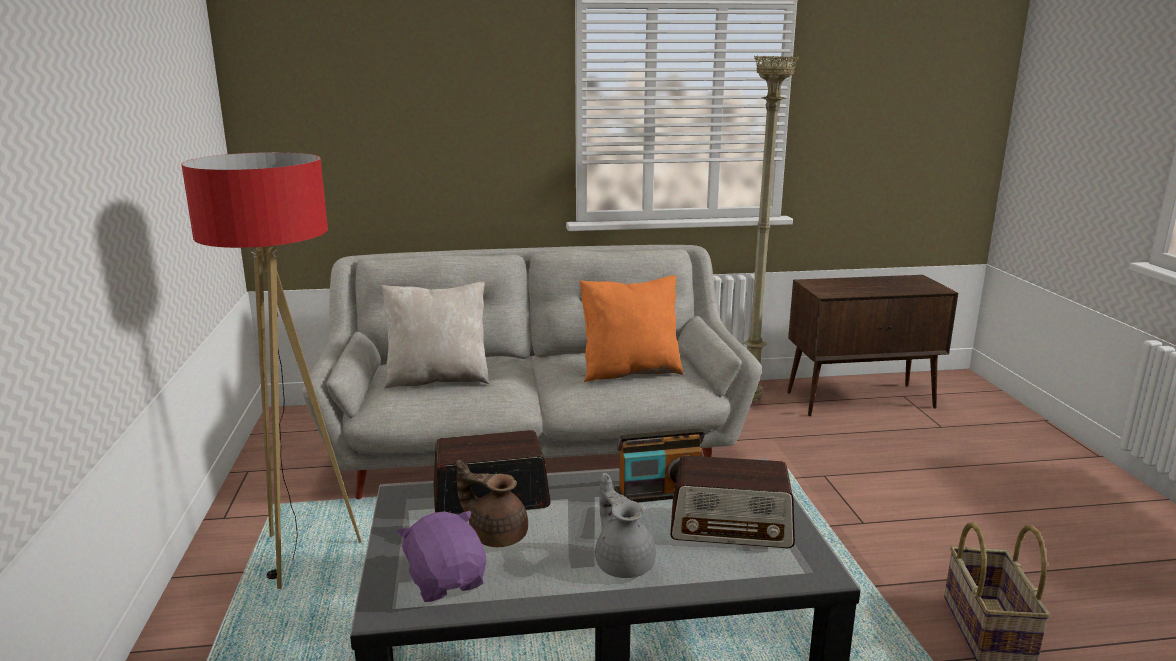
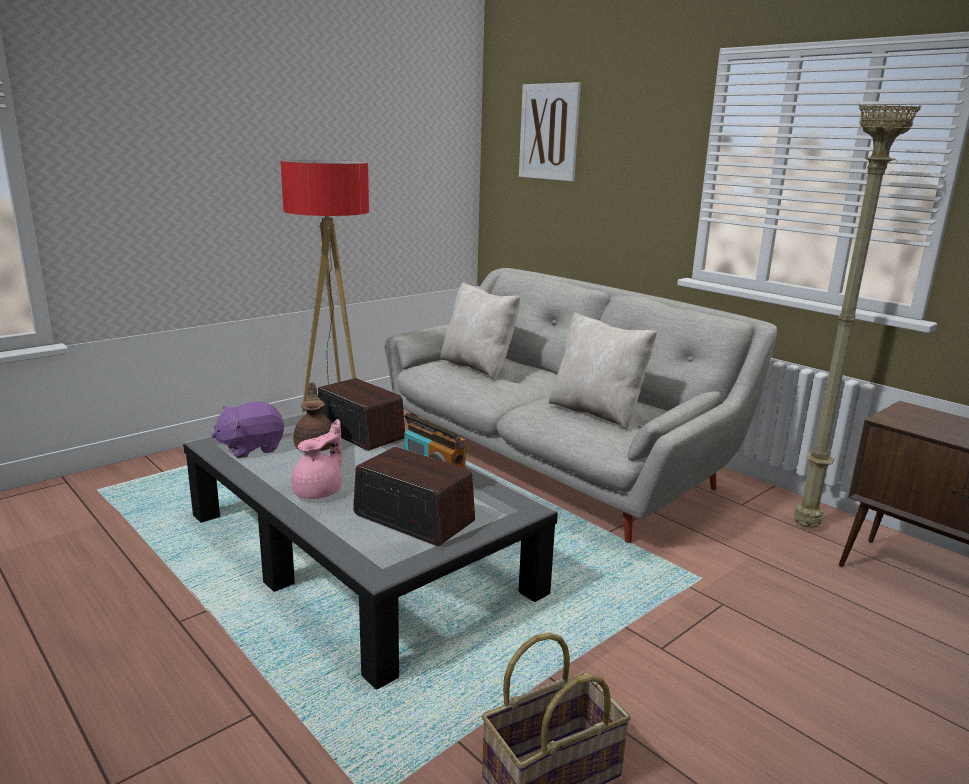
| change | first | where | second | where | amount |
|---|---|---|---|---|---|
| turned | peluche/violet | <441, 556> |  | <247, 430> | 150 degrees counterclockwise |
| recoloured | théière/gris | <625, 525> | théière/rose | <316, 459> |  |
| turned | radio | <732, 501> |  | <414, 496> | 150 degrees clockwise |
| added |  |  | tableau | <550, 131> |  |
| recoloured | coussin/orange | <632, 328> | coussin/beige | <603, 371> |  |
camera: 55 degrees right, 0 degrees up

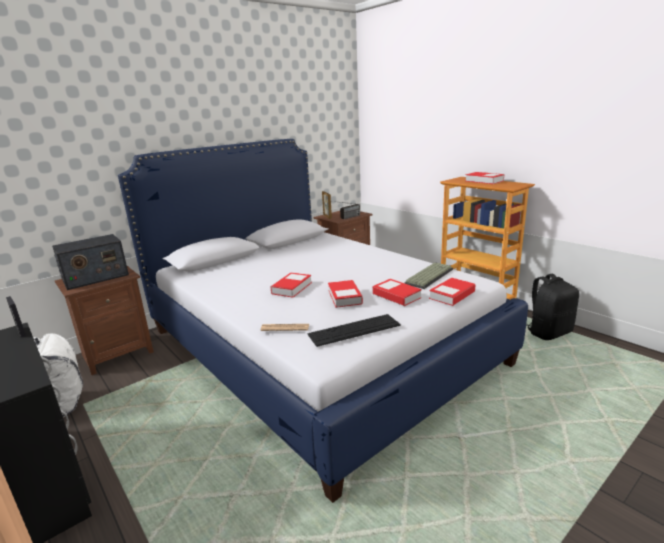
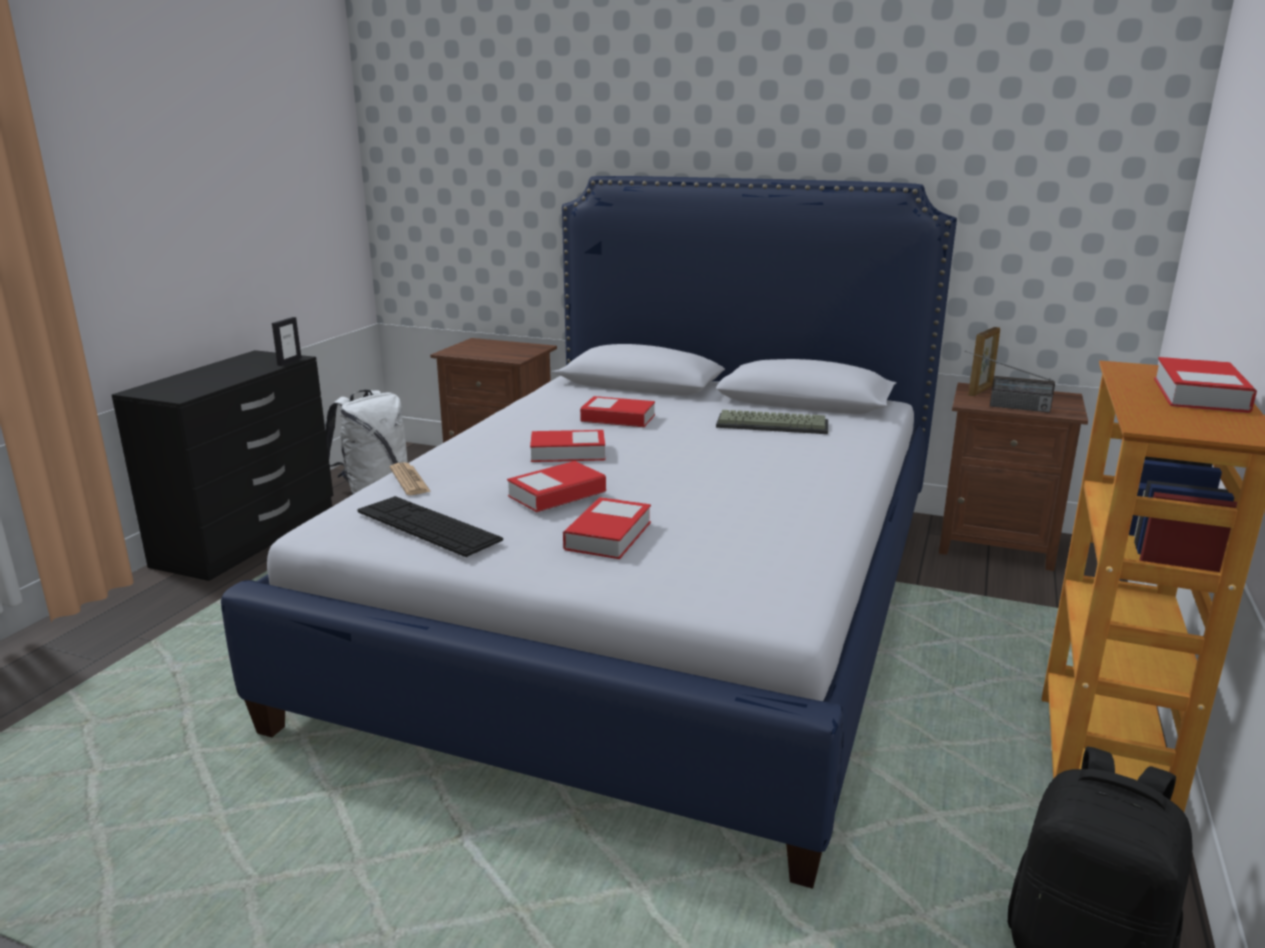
| change | first | where | second | where | amount |
|---|---|---|---|---|---|
| moved | livre | <452, 292> |  | <617, 411> |  |
| moved | clavier | <428, 275> |  | <772, 422> |  |
| removed | radio | <90, 262> |  |  |  |
camera: 60 degrees right, 0 degrees up

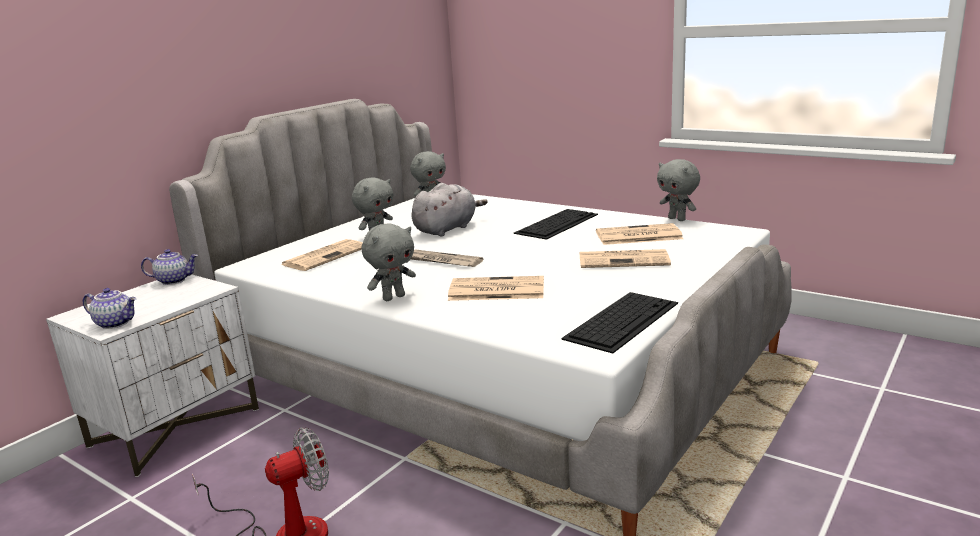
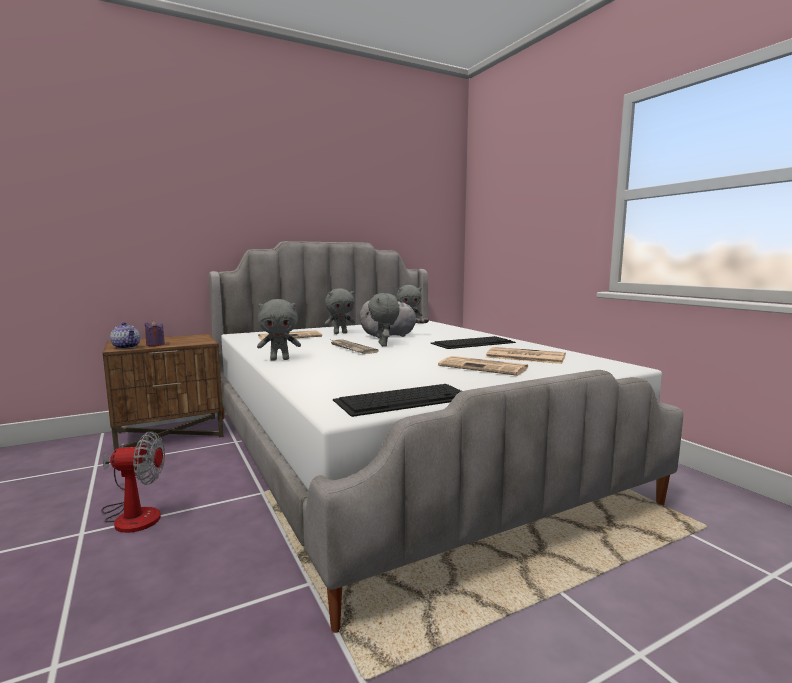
| change | first | where | second | where | amount |
|---|---|---|---|---|---|
| recoloured | table de chevet/blanc | <152, 376> | table de chevet/marron | <163, 392> |  |
| added |  |  | bougie/violet | <155, 333> |  |
| moved | peluche/gris | <678, 190> |  | <384, 319> |  |
| removed | théière | <169, 267> |  |  |  |
| removed | journal | <496, 288> |  |  |  |
camera: 25 degrees right, 10 degrees down

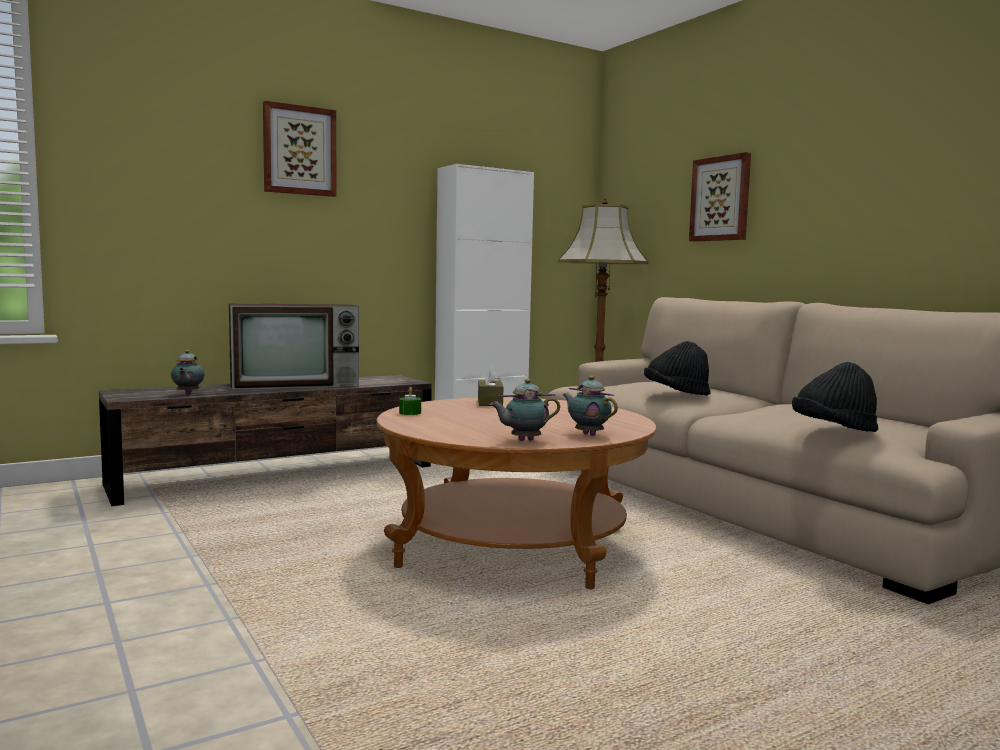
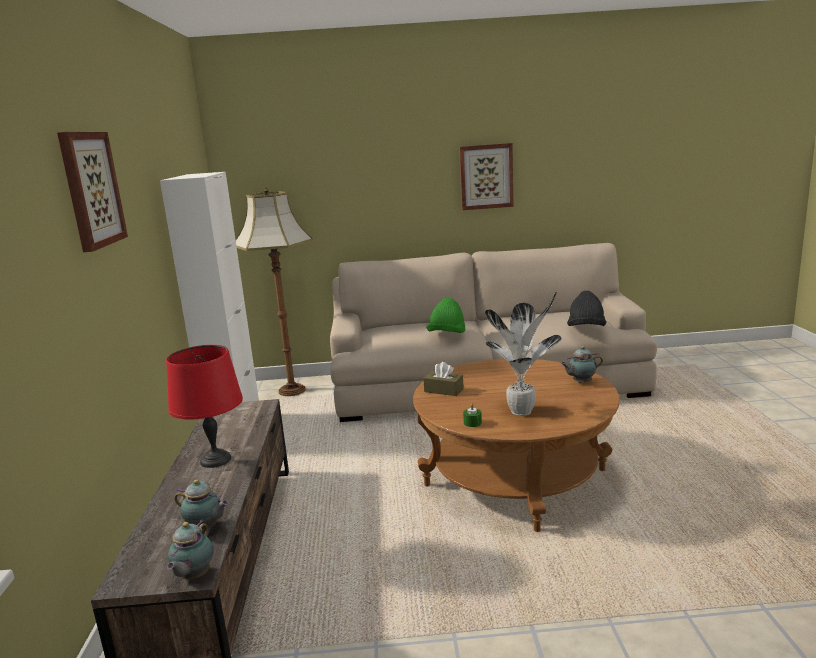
| change | first | where | second | where | amount |
|---|---|---|---|---|---|
| replaced | téléviseur | <294, 346> | lampe de table/rouge | <204, 406> |  |
| moved | théière | <525, 410> |  | <190, 549> |  |
| recoloured | chapeau/noir | <677, 368> | chapeau/vert | <445, 315> |  |
| moved | tableau | <720, 197> |  | <486, 176> |  |
| added |  |  | plante en pot | <523, 353> |  |
camera: 60 degrees left, 10 degrees up

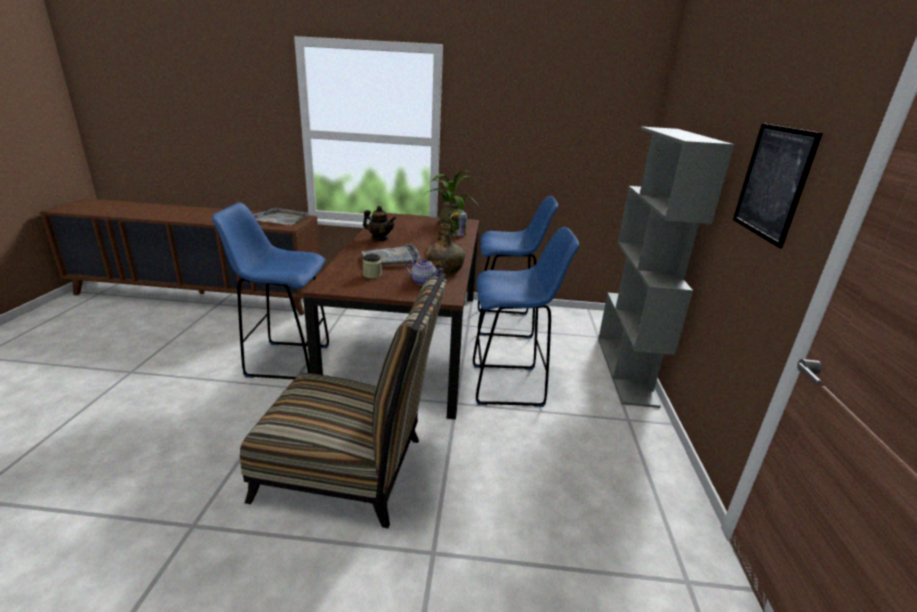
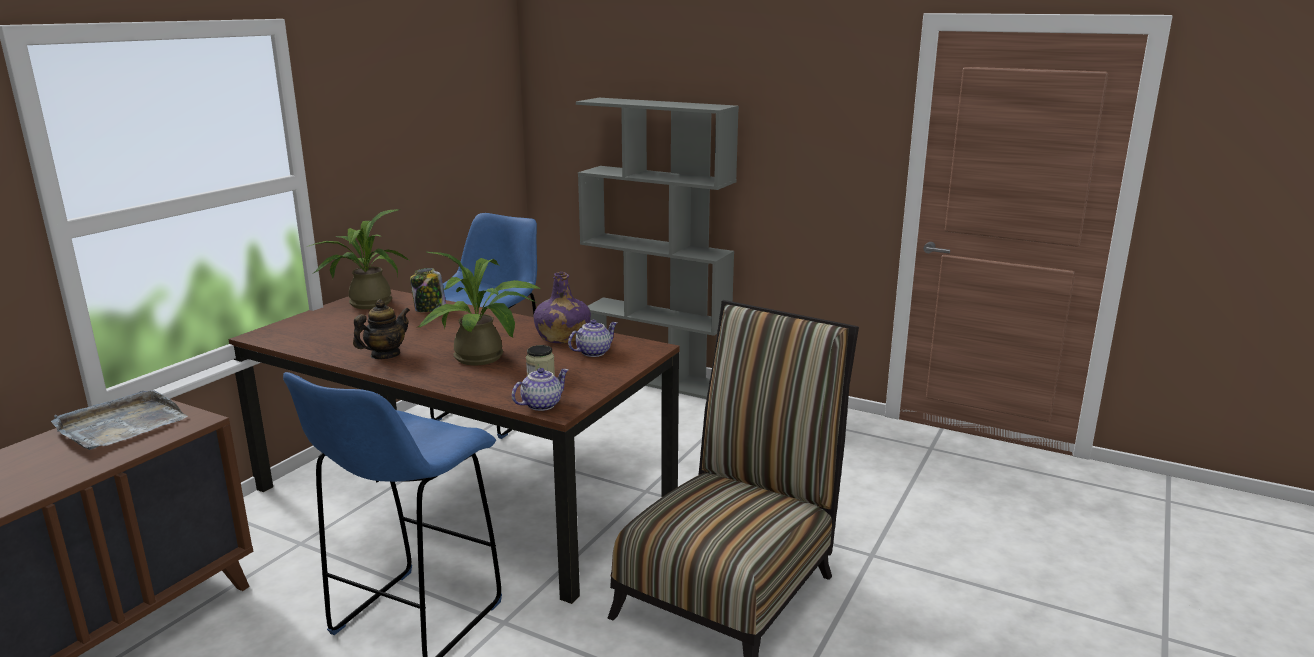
| change | first | where | second | where | amount |
|---|---|---|---|---|---|
| replaced | plateau/gris | <391, 255> | plante en pot | <479, 308> |  |
| added |  |  | théière | <540, 389> |  |
| recoloured | bouteille/vert | <444, 249> | bouteille/violet | <562, 307> |  |
| removed | tabouret/bleu | <526, 317> |  |  |  |
| removed | tableau | <778, 185> |  |  |  |
camera: 65 degrees left, 5 degrees down

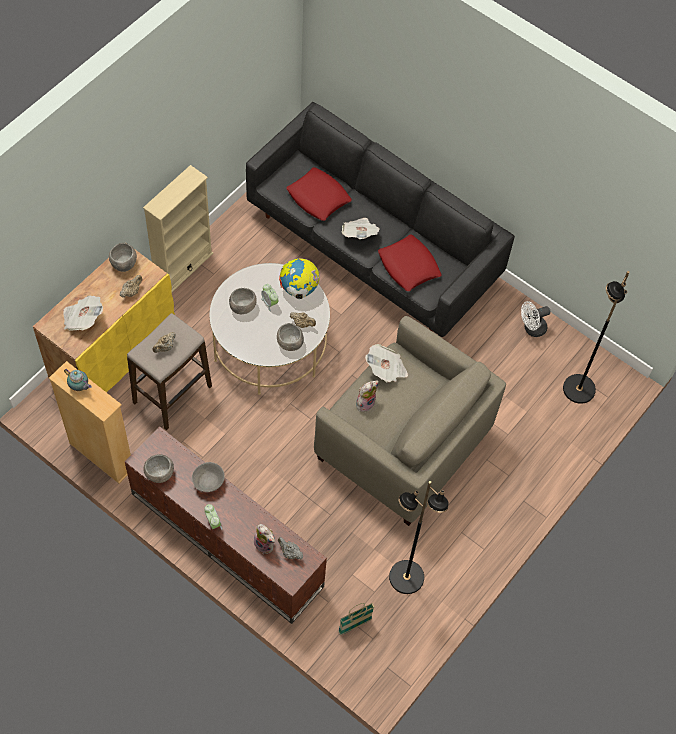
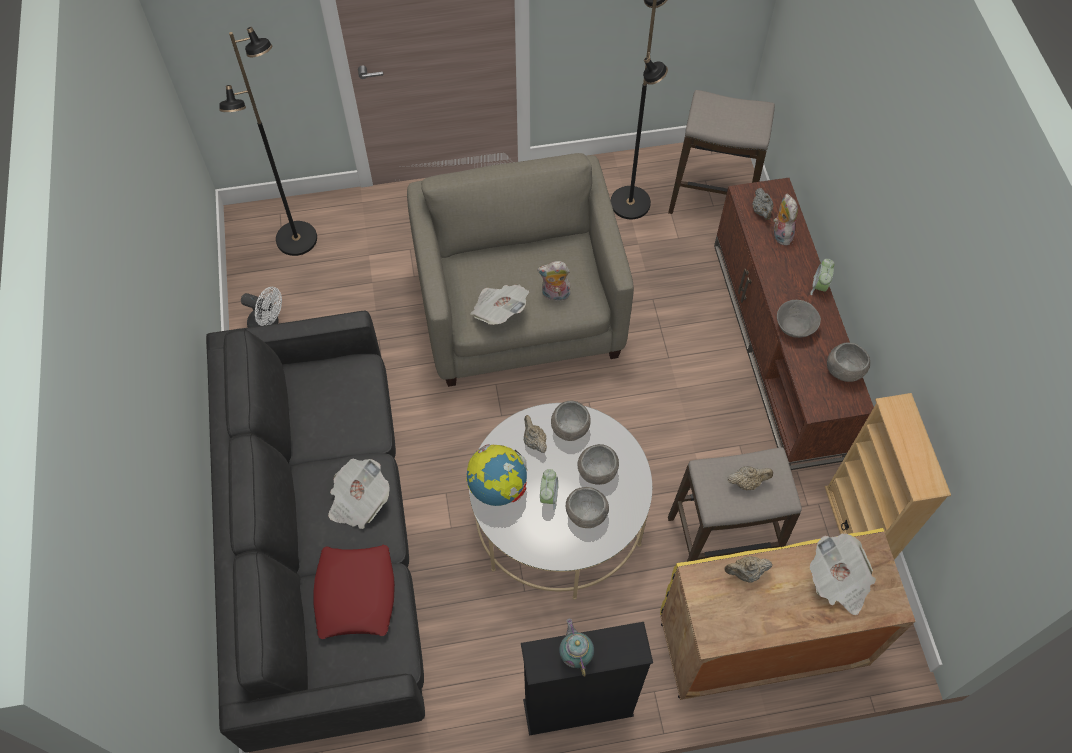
| change | first | where | second | where | amount |
|---|---|---|---|---|---|
| recoloured | bibliothèque/beige | <178, 229> | bibliothèque/noir | <587, 679> |  |
| moved | théière | <78, 380> |  | <576, 648> |  |
| moved | bol/gris | <123, 257> |  | <598, 464> |  |
| replaced | panier | <356, 619> | tabouret | <721, 152> |  |
| removed | coussin/rouge | <409, 262> |  |  |  |
camera: 135 degrees left, 0 degrees up

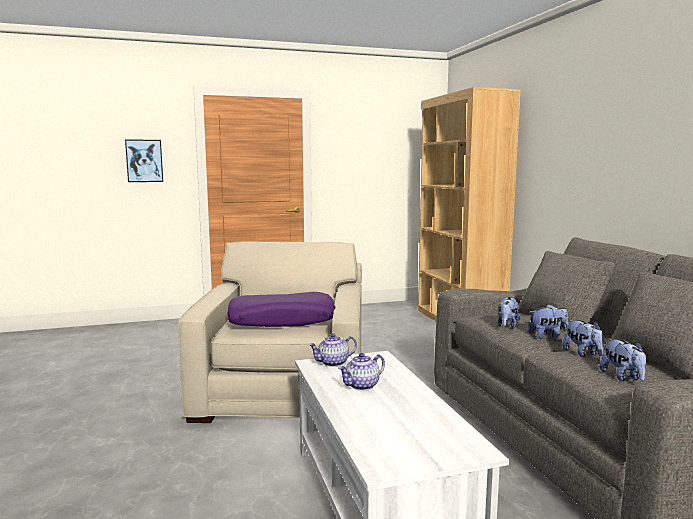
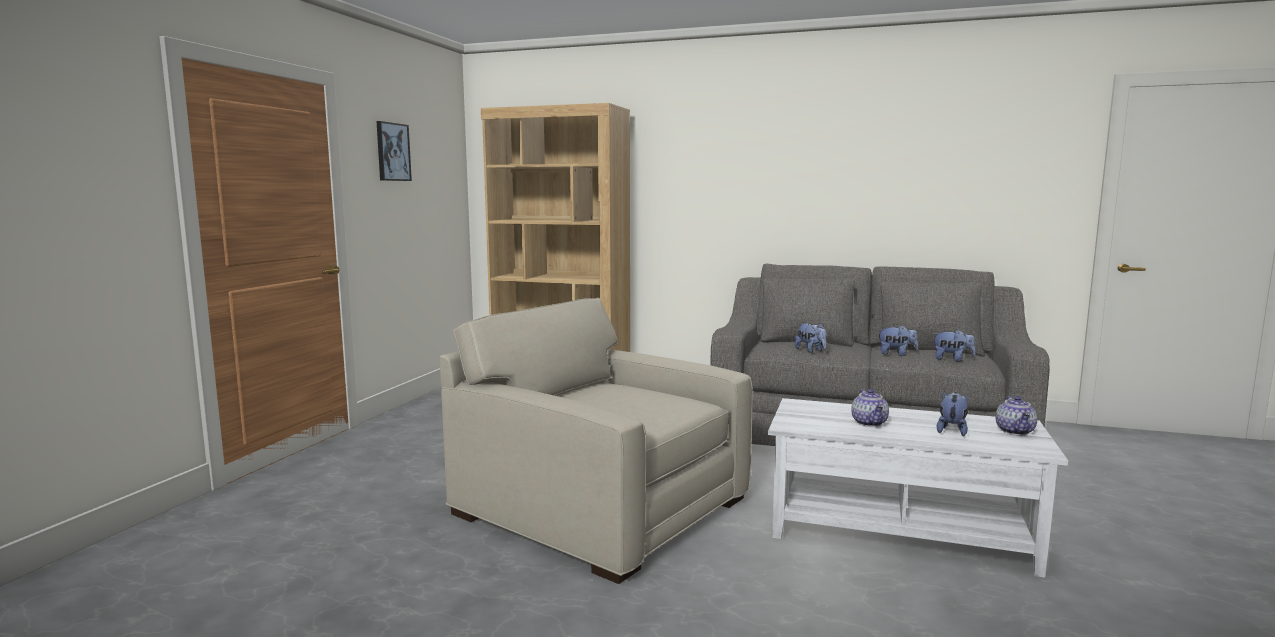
| change | first | where | second | where | amount |
|---|---|---|---|---|---|
| moved | tableau | <144, 160> |  | <394, 151> |  |
| moved | peluche | <548, 321> |  | <952, 413> |  |
| moved | théière | <333, 350> |  | <1016, 415> |  |
| removed | coussin/violet | <281, 309> |  |  |  |
camera: 55 degrees left, 0 degrees up

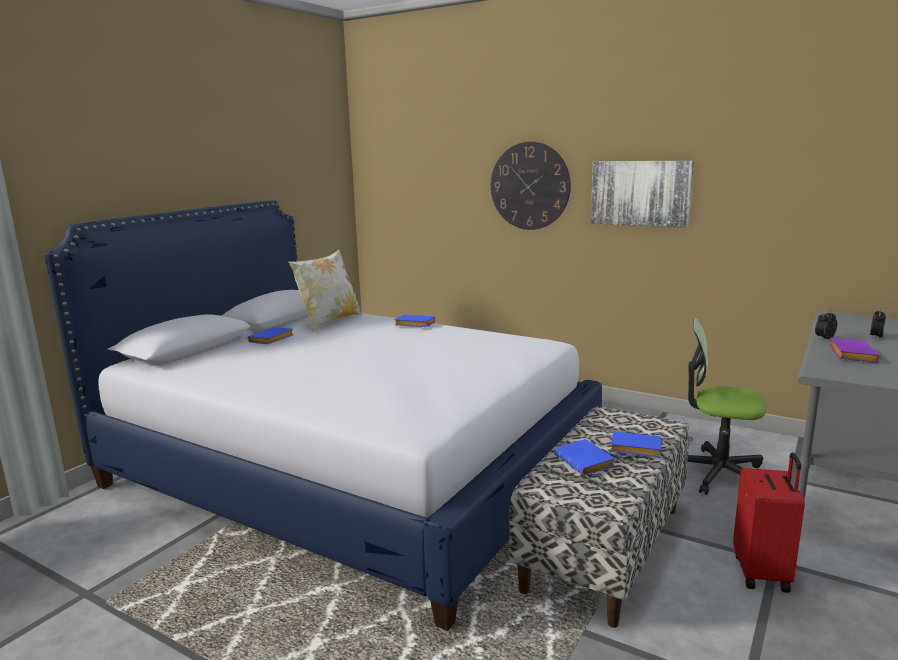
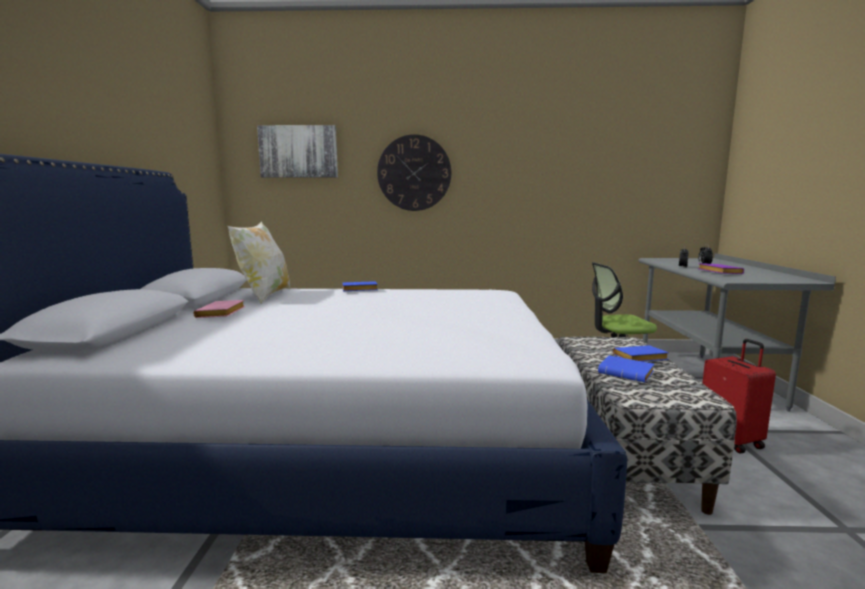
| change | first | where | second | where | amount |
|---|---|---|---|---|---|
| recoloured | livre/bleu | <271, 335> | livre/rose | <219, 309> |  |
| moved | tableau | <642, 194> |  | <297, 151> |  |
camera: 30 degrees left, 5 degrees down

